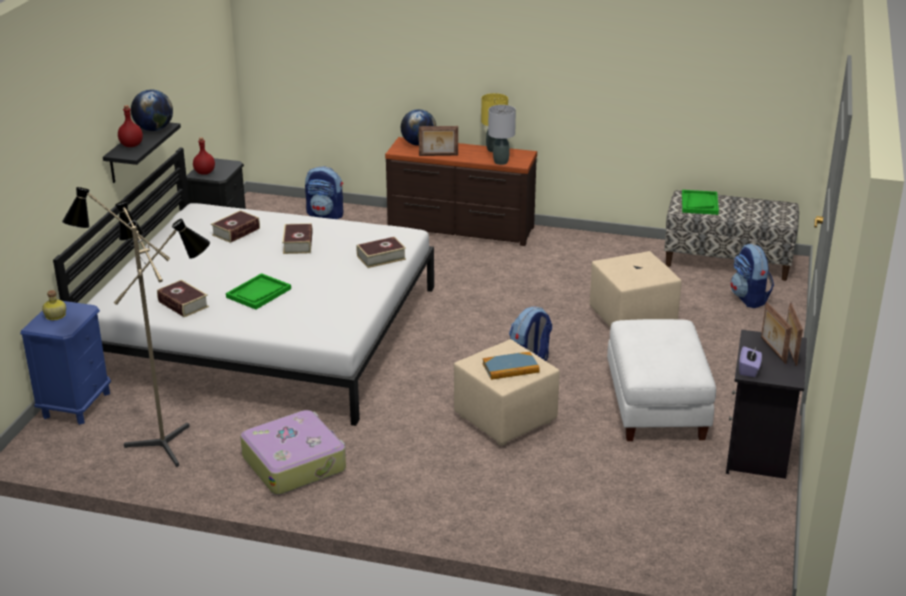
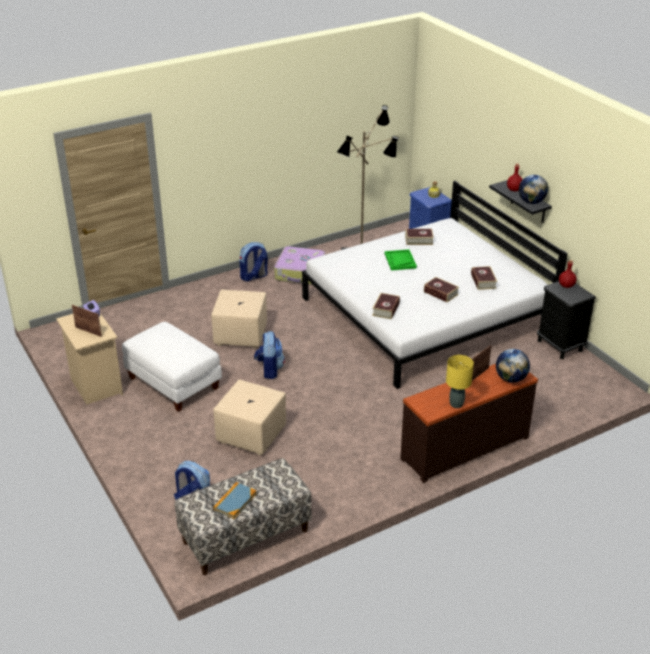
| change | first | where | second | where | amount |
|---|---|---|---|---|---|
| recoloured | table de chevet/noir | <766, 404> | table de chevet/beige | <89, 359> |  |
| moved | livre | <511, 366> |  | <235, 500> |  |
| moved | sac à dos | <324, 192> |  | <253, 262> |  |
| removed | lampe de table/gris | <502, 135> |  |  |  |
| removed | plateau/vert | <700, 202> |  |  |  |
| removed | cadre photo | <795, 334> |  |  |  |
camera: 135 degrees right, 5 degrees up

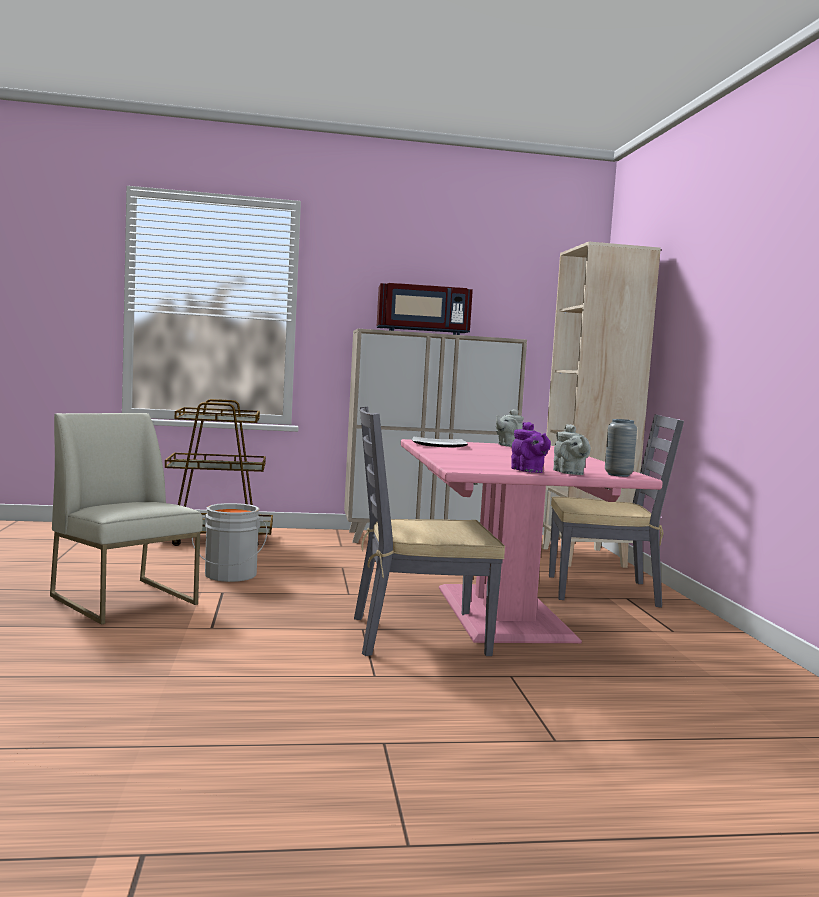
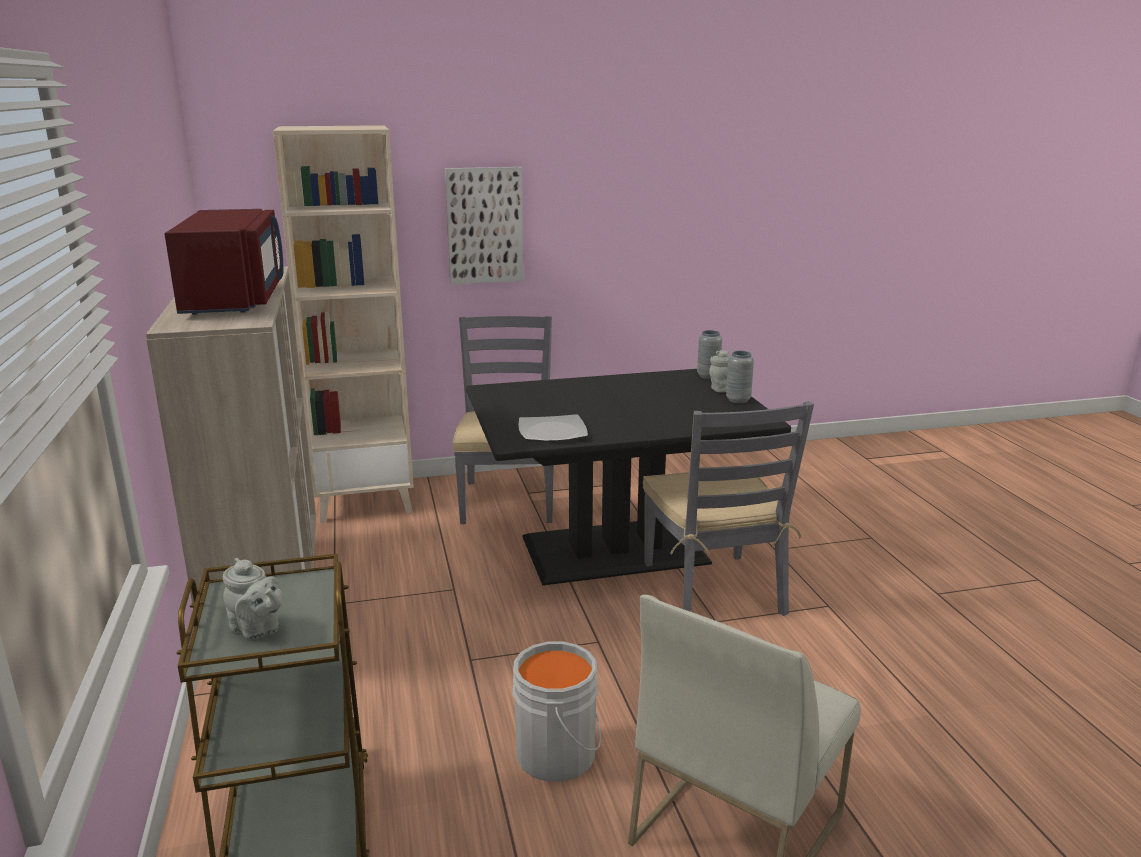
| change | first | where | second | where | amount |
|---|---|---|---|---|---|
| moved | théière/gris | <510, 428> |  | <253, 598> |  |
| added |  |  | tableau | <484, 225> |  |
| recoloured | table à manger/rose | <531, 541> | table à manger/noir | <628, 477> |  |
| replaced | théière/violet | <531, 447> | vase/gris | <740, 377> |  |
camera: 95 degrees left, 15 degrees up

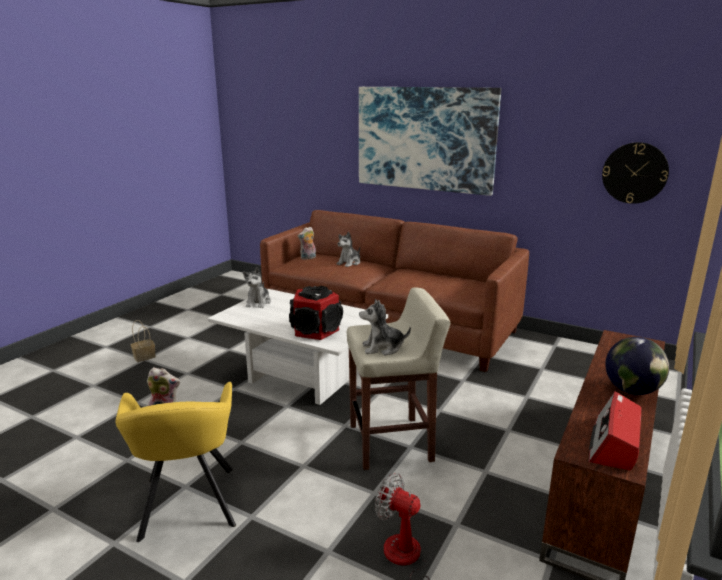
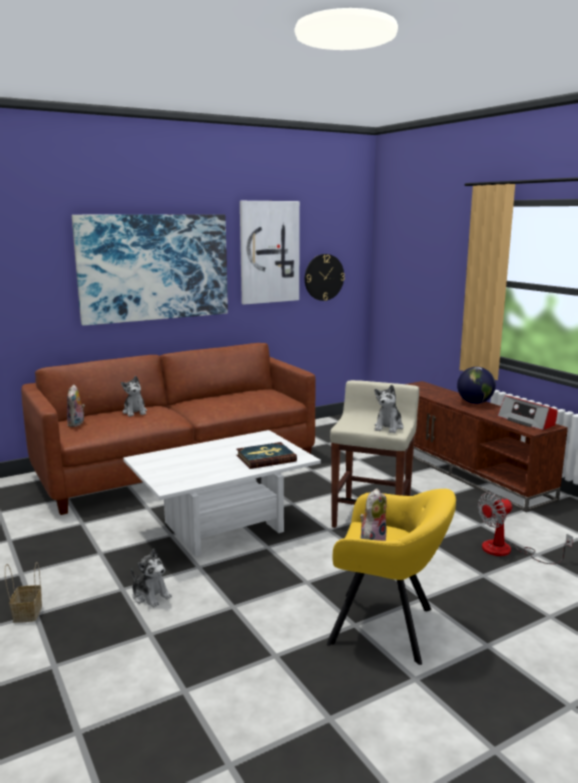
| change | first | where | second | where | amount |
|---|---|---|---|---|---|
| moved | peluche | <257, 287> |  | <151, 578> |  |
| replaced | enceinte | <316, 313> | livre | <266, 455> |  |
| added |  |  | tableau | <270, 253> |  |
camera: 60 degrees left, 5 degrees down

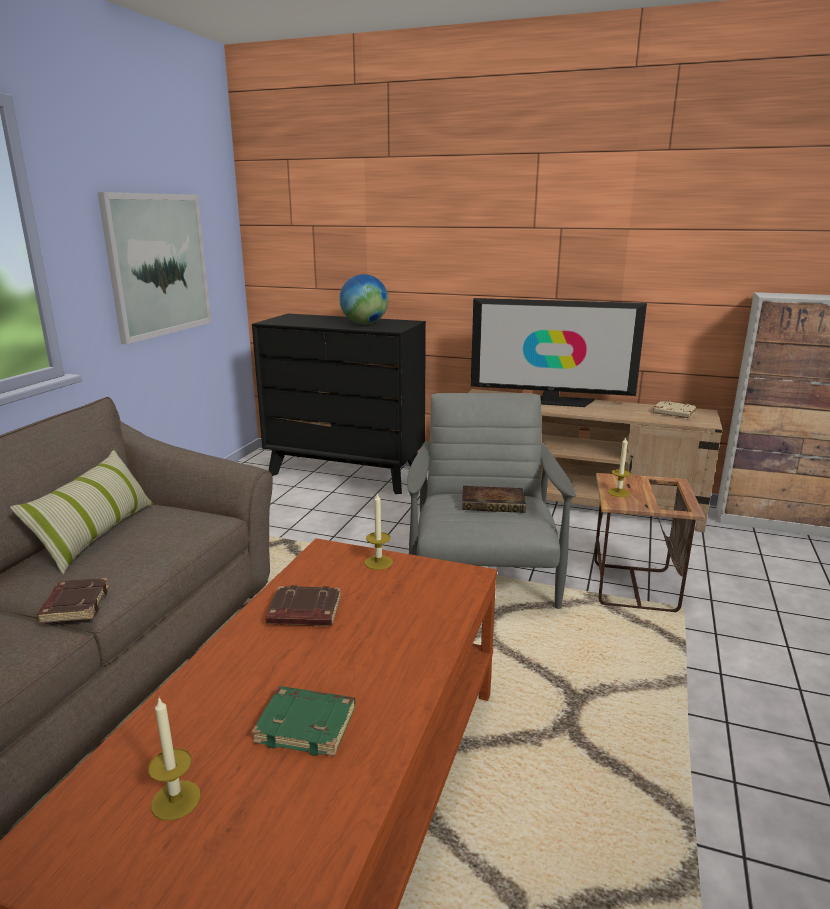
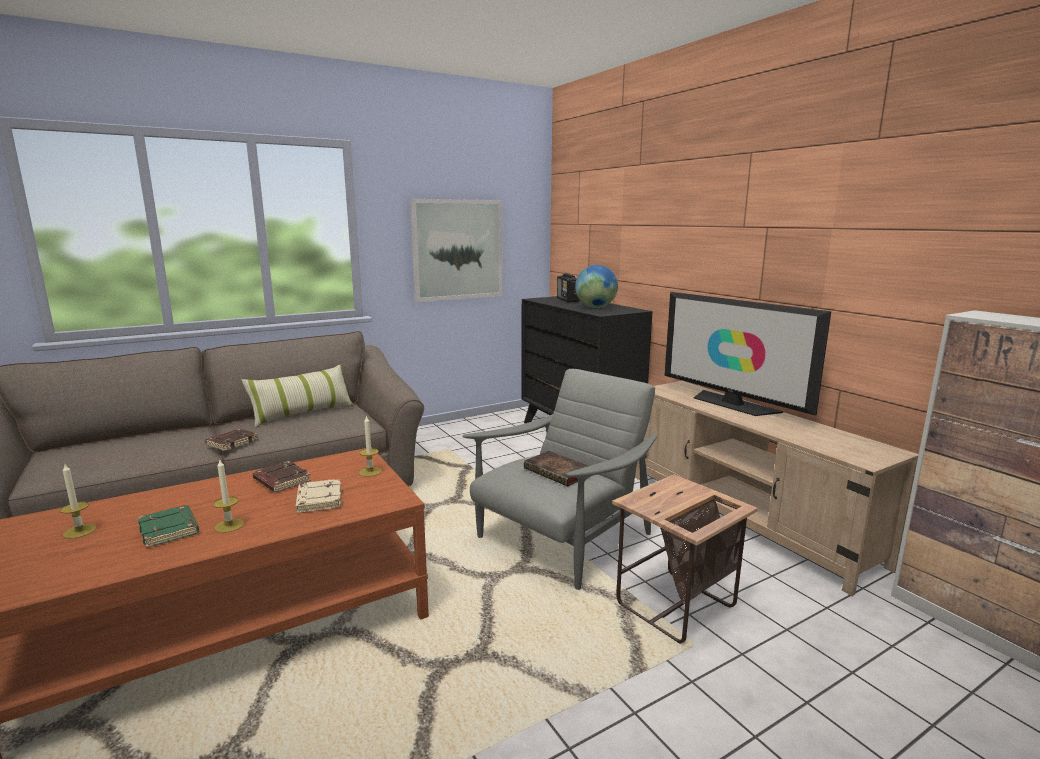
| change | first | where | second | where | amount |
|---|---|---|---|---|---|
| moved | bougie | <619, 466> |  | <228, 496> |  |
| moved | livre/beige | <675, 409> |  | <318, 496> |  |
| added |  |  | radio | <568, 288> |  |
camera: 40 degrees right, 5 degrees down

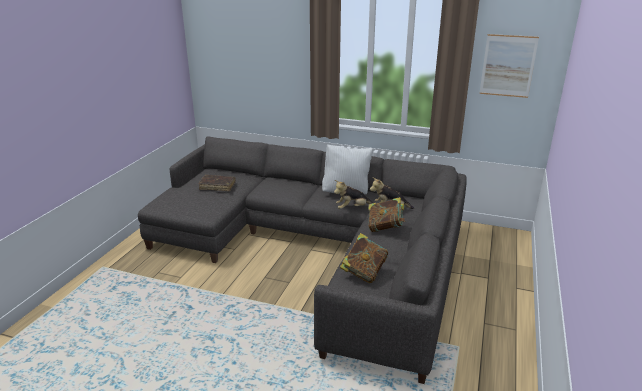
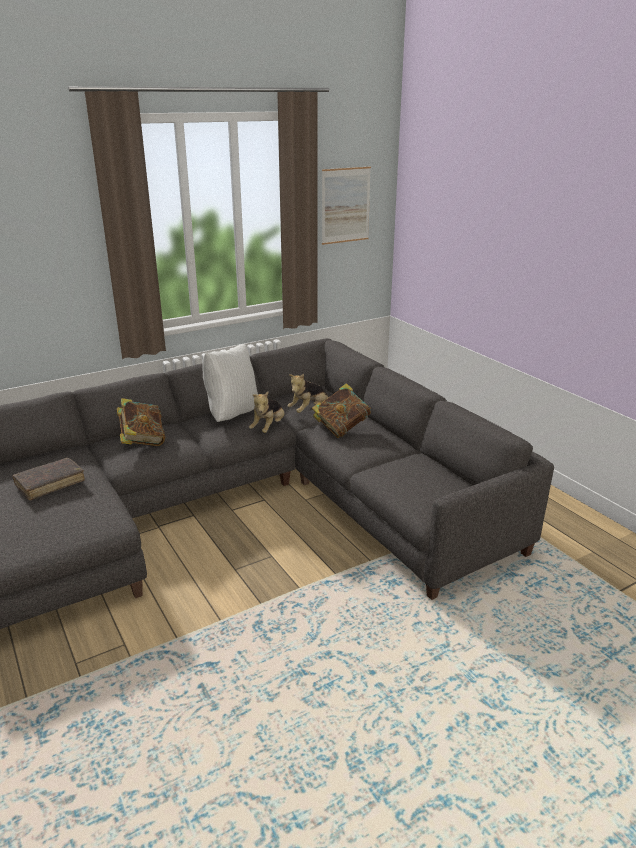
| change | first | where | second | where | amount |
|---|---|---|---|---|---|
| moved | livre | <364, 258> |  | <141, 422> |  |
camera: 50 degrees left, 0 degrees up

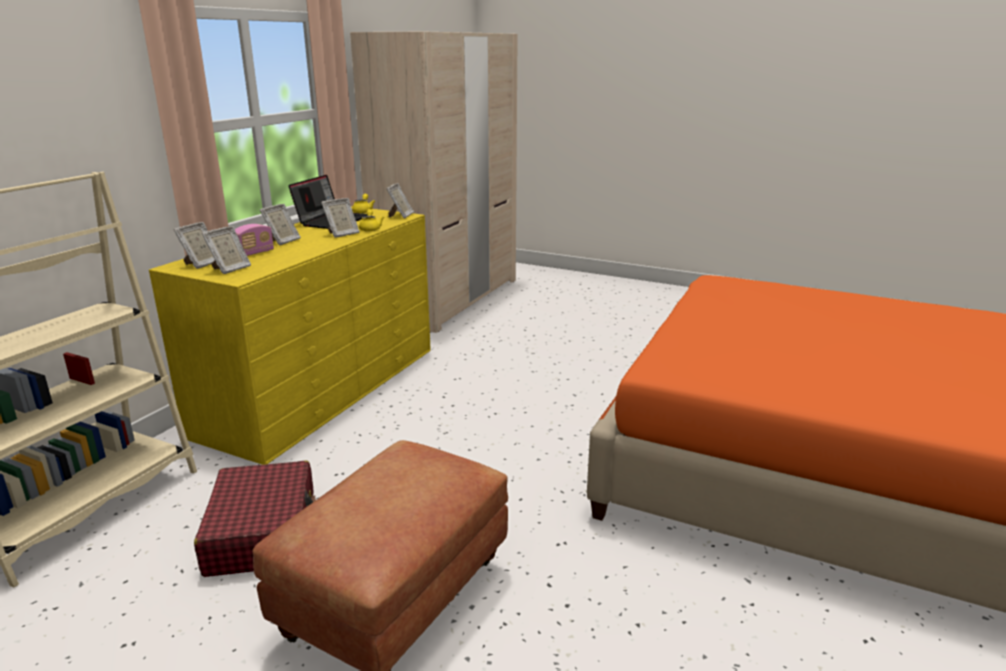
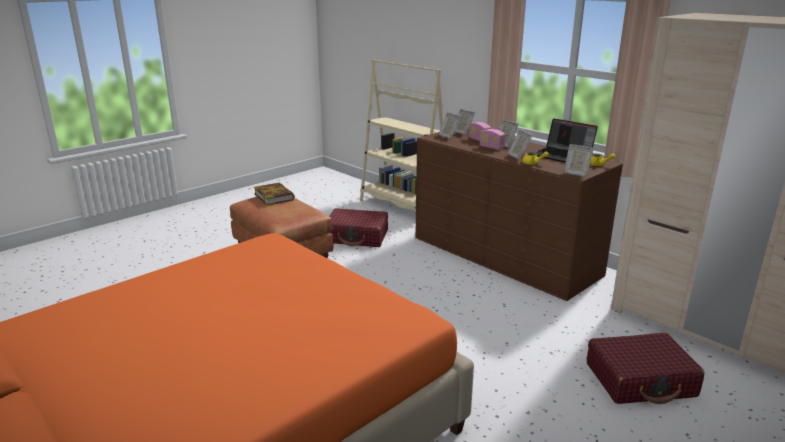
| change | first | where | second | where | amount |
|---|---|---|---|---|---|
| added |  |  | livre | <274, 194> |  |
| recoloured | commode/jaune | <290, 335> | commode/marron | <519, 215> |  |
| added |  |  | radio | <492, 139> |  |
| added |  |  | valise/rouge | <645, 368> |  |
camera: 110 degrees right, 0 degrees up

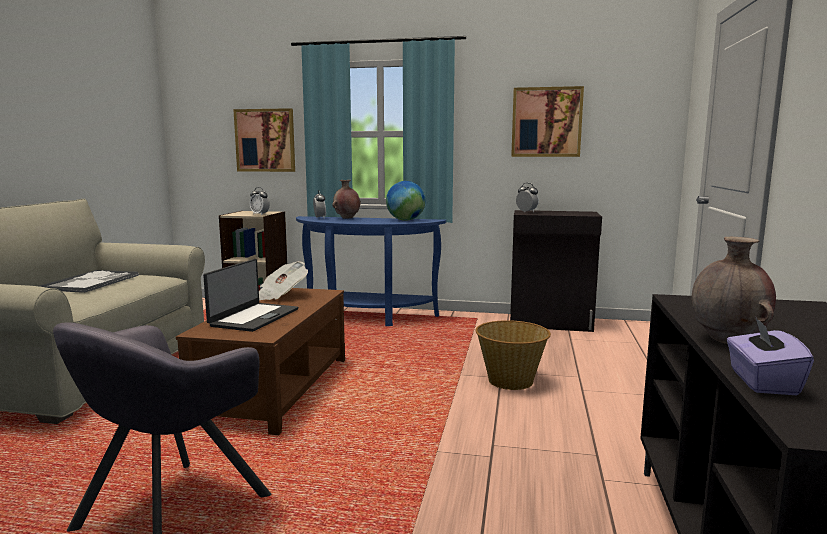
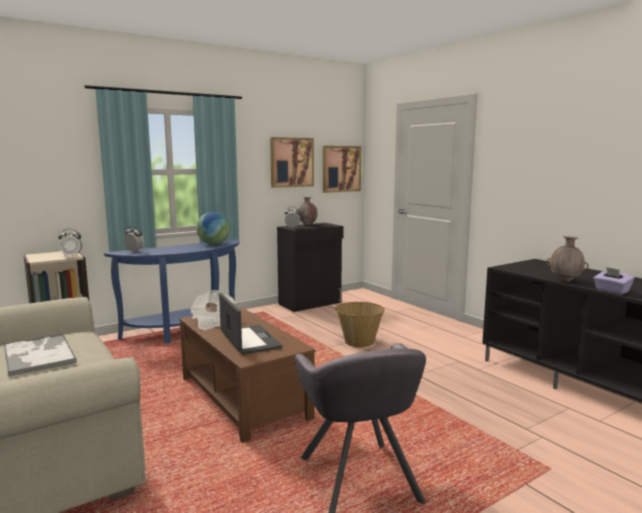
| change | first | where | second | where | amount |
|---|---|---|---|---|---|
| moved | vase/marron | <346, 199> |  | <308, 211> |  |
| moved | tableau | <264, 140> |  | <342, 169> |  |
camera: 45 degrees left, 0 degrees up

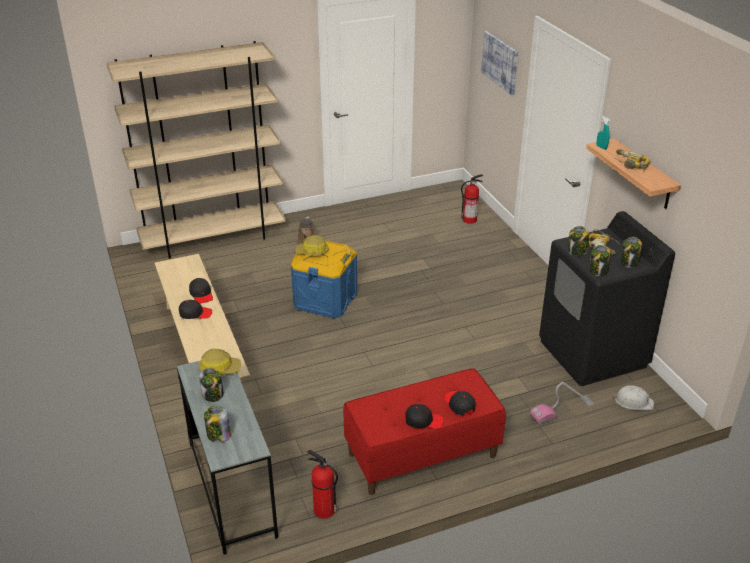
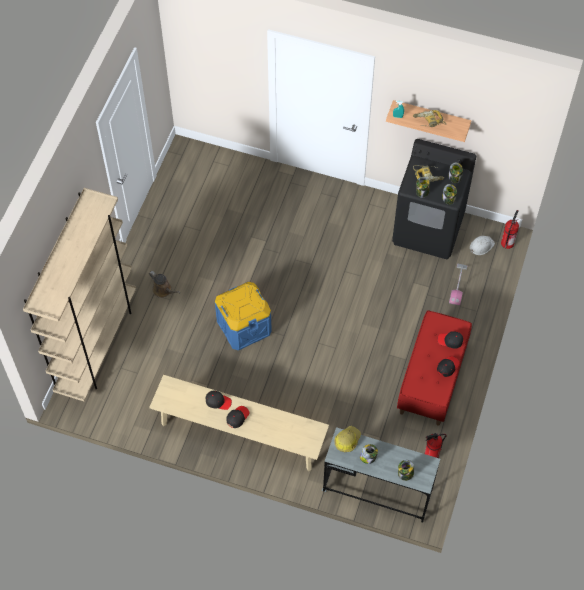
| change | first | where | second | where | amount |
|---|---|---|---|---|---|
| moved | extincteur | <472, 199> |  | <510, 229> |  |
| removed | casque de chantier | <312, 245> |  |  |  |
| removed | tableau | <499, 63> |  |  |  |
camera: 50 degrees left, 25 degrees up

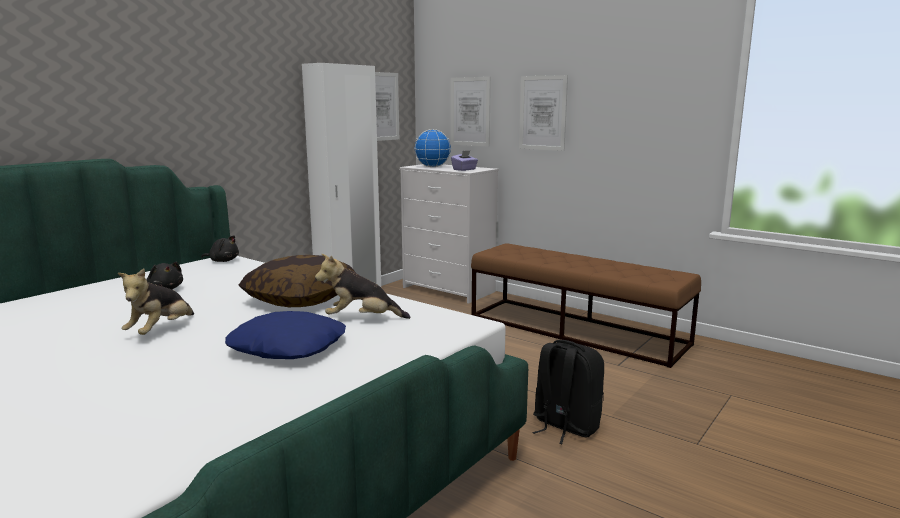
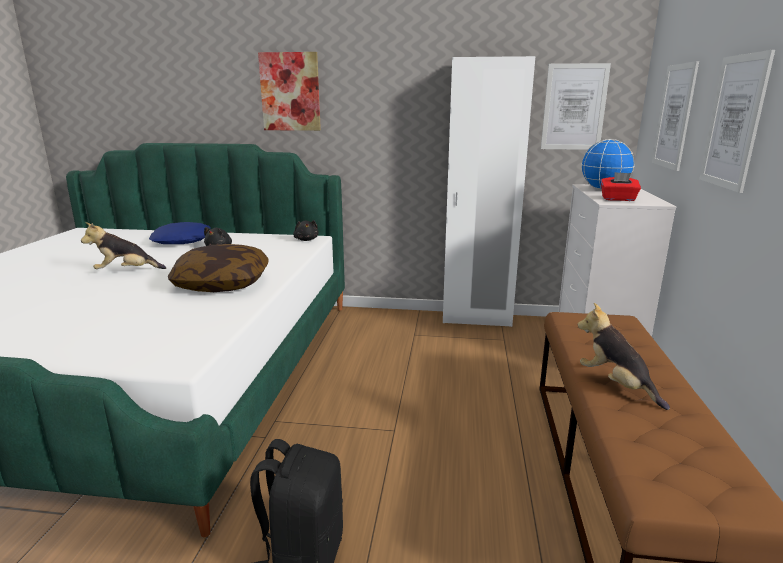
| change | first | where | second | where | amount |
|---|---|---|---|---|---|
| moved | coussin/bleu | <285, 335> |  | <180, 233> |  |
| added |  |  | tableau | <289, 91> |  |
| moved | peluche | <363, 286> |  | <624, 356> |  |
| recoloured | boîte à mouchoirs/violet | <464, 160> | boîte à mouchoirs/rouge | <621, 186> |  |
camera: 60 degrees right, 5 degrees up

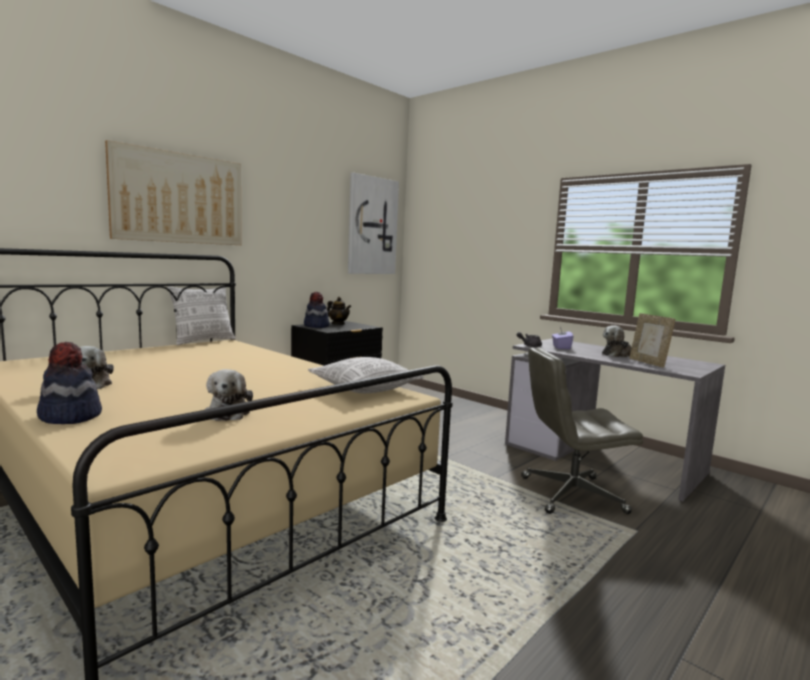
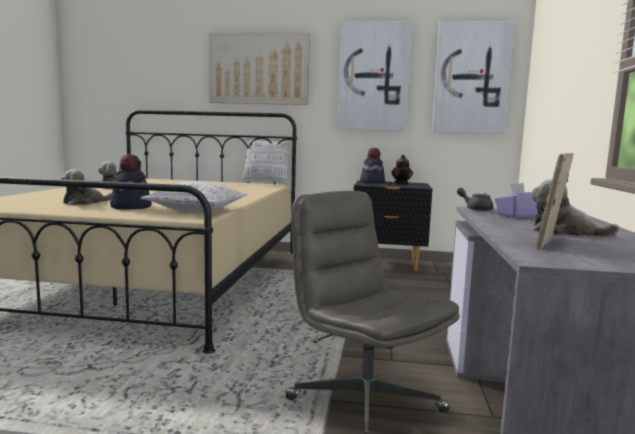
| change | first | where | second | where | amount |
|---|---|---|---|---|---|
| moved | chapeau | <69, 383> |  | <131, 182> |  |
| added |  |  | tableau | <374, 76> |  |
camera: 55 degrees right, 0 degrees up

